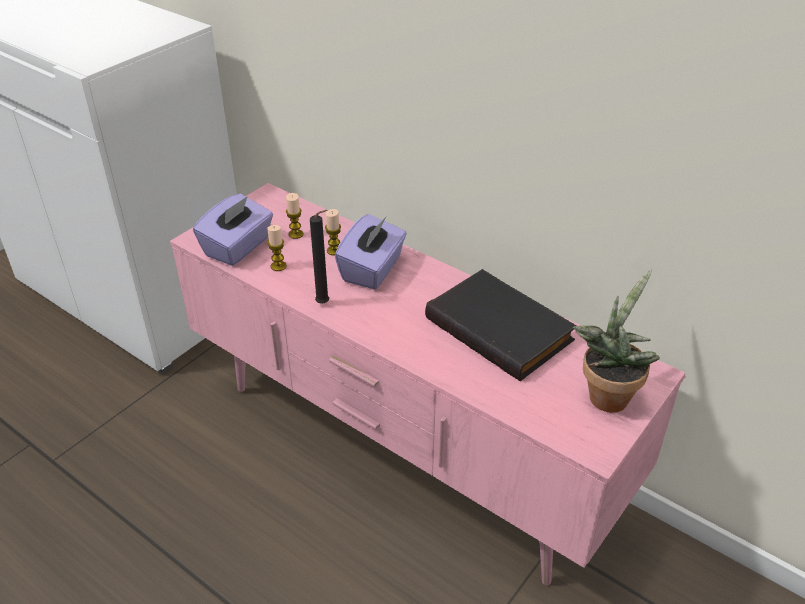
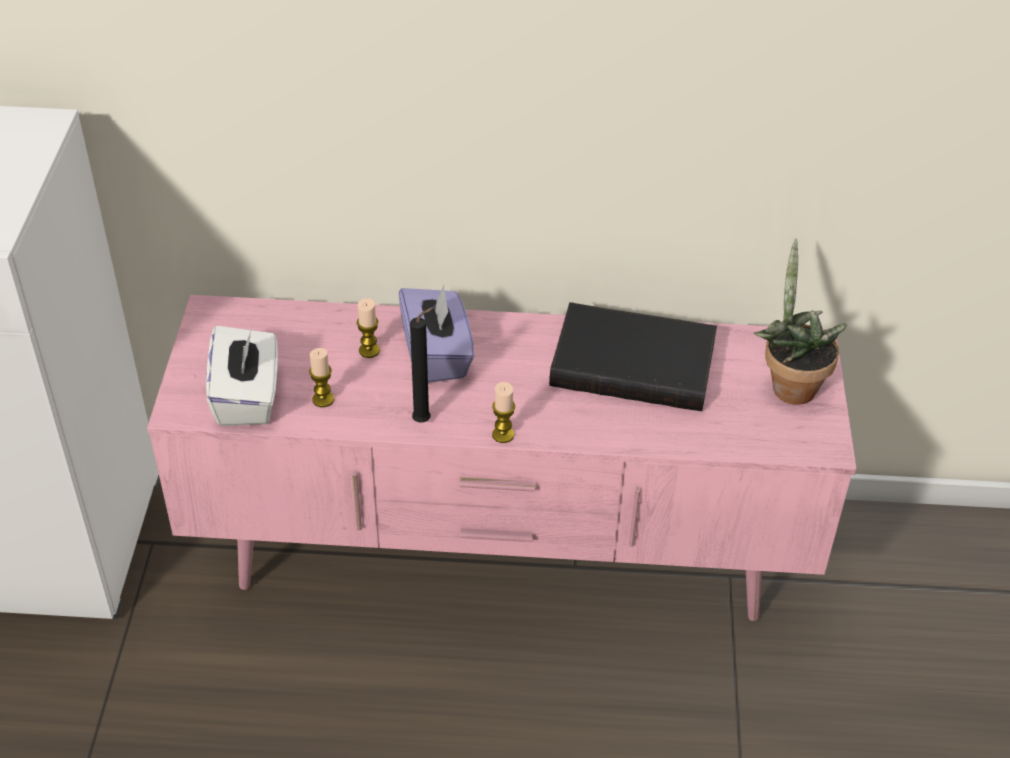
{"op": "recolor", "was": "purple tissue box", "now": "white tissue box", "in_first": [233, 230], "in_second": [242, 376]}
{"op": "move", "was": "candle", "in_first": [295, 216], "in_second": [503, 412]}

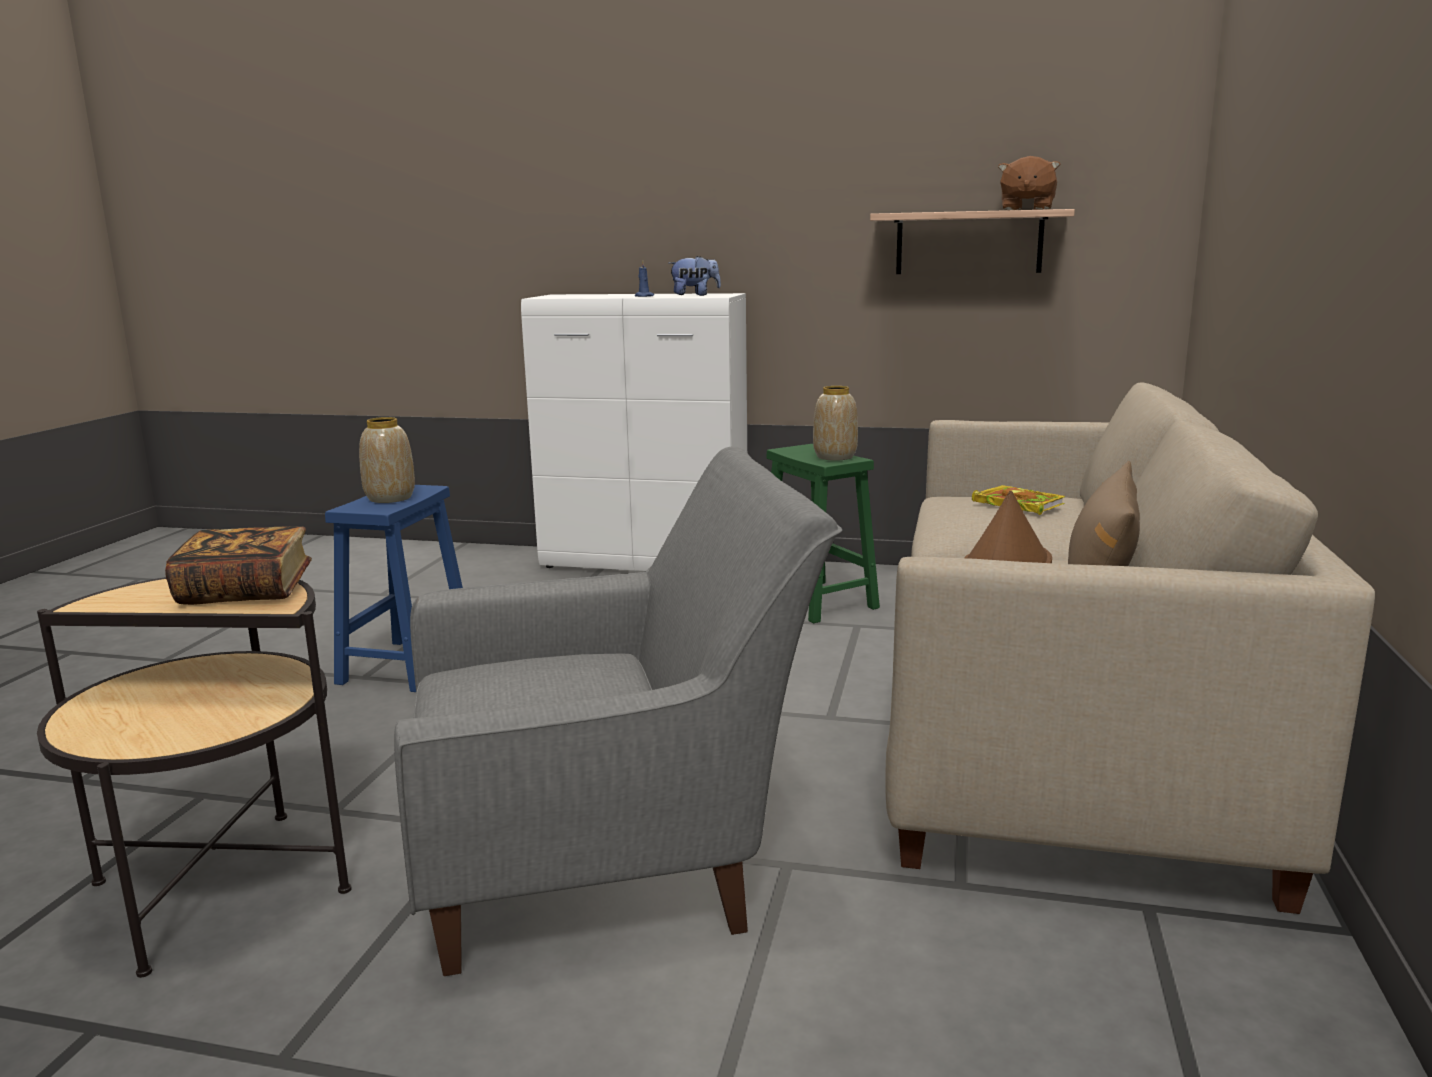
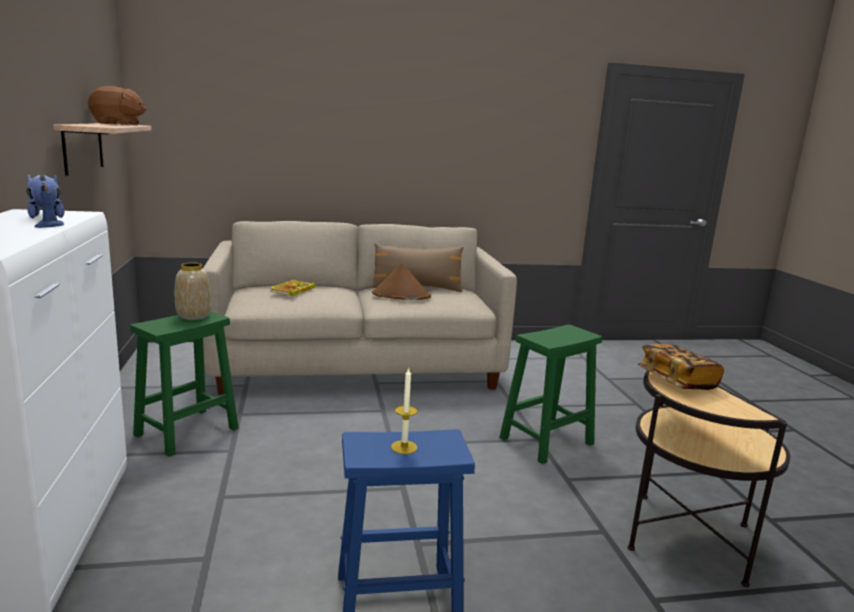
{"op": "replace", "was": "vase", "now": "candle", "in_first": [387, 460], "in_second": [404, 410]}
{"op": "replace", "was": "grey armchair", "now": "green stool", "in_first": [618, 711], "in_second": [550, 394]}

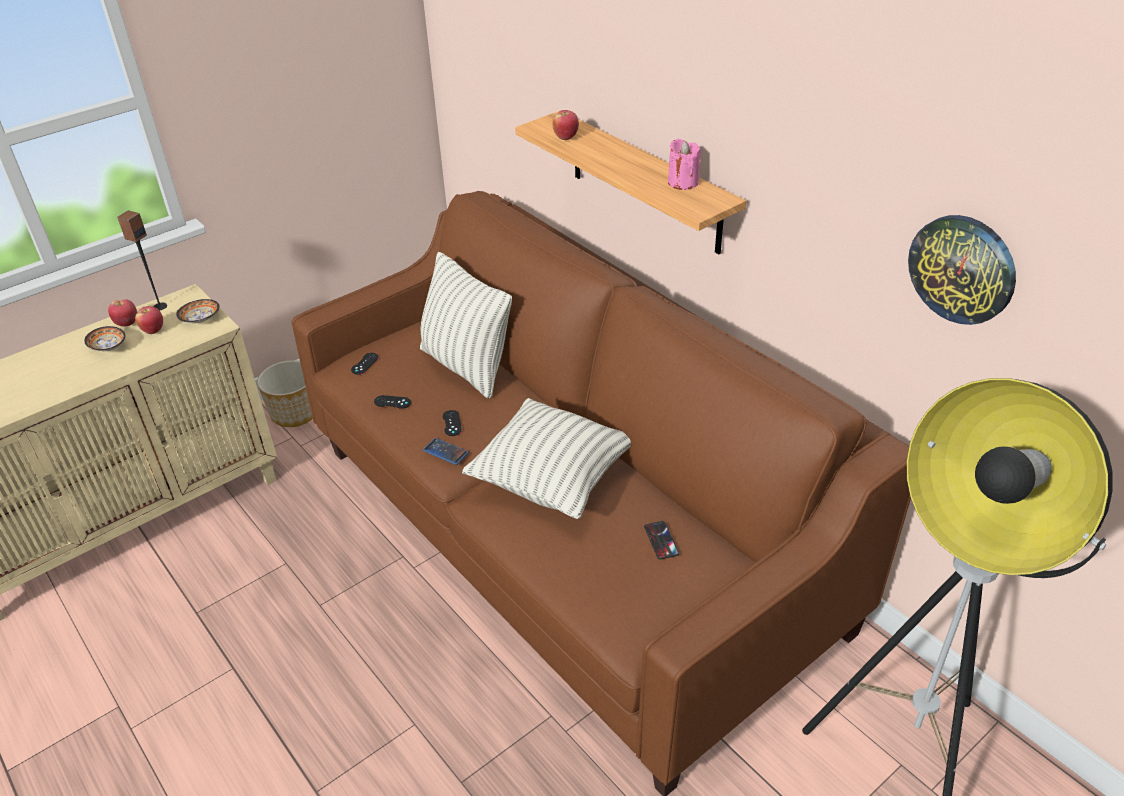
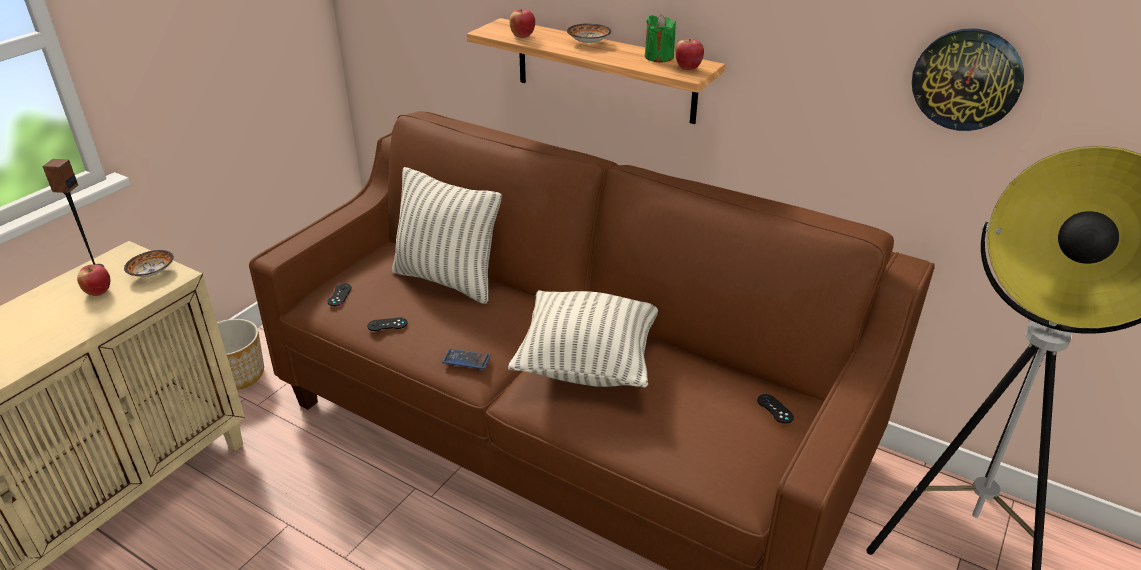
{"op": "move", "was": "bowl", "in_first": [104, 338], "in_second": [589, 33]}
{"op": "move", "was": "apple", "in_first": [122, 313], "in_second": [689, 54]}
{"op": "move", "was": "black game controller", "in_first": [452, 423], "in_second": [775, 409]}
{"op": "delete", "was": "phone", "in_first": [661, 540]}
{"op": "recolor", "was": "pink candle", "now": "green candle", "in_first": [684, 164], "in_second": [660, 38]}

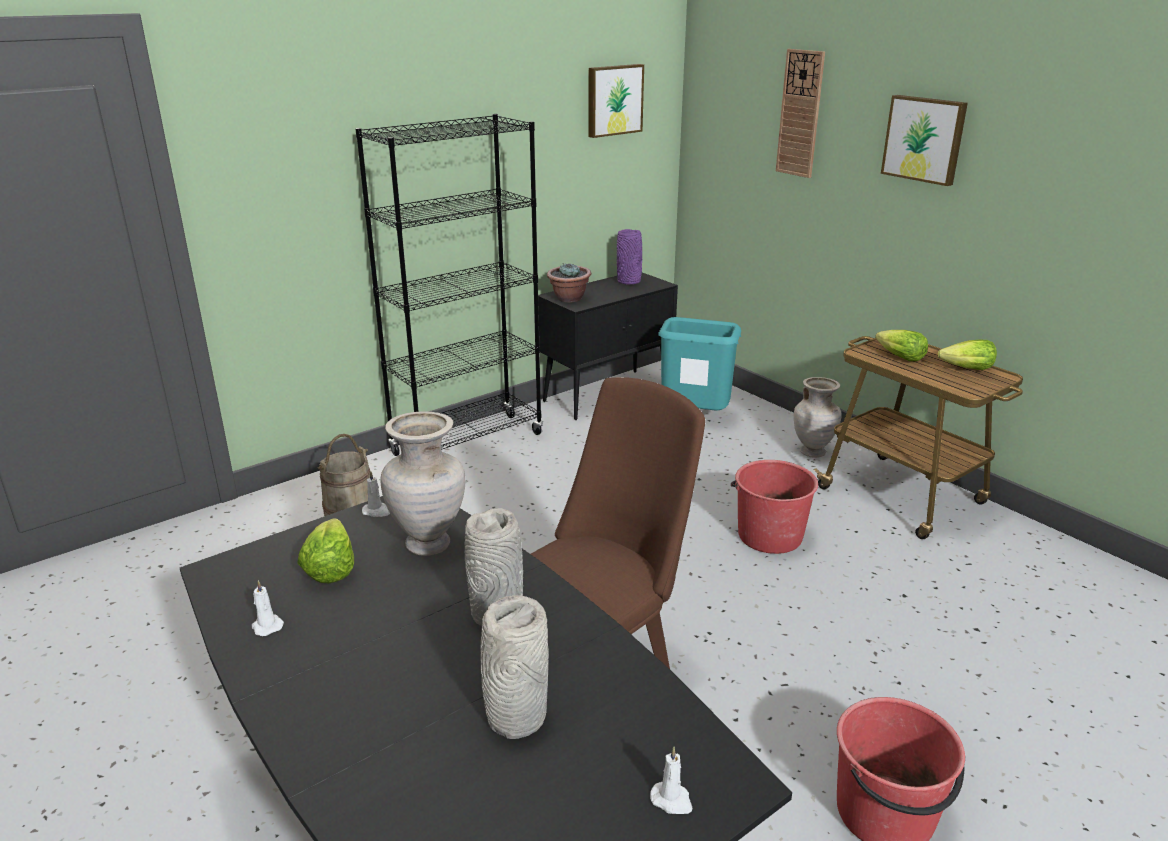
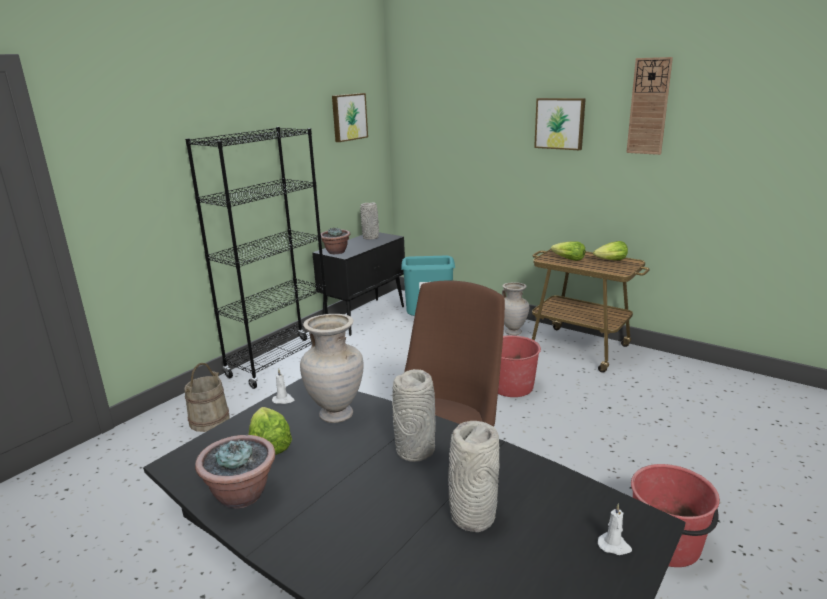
{"op": "replace", "was": "white candle", "now": "potted plant", "in_first": [268, 608], "in_second": [235, 472]}
{"op": "recolor", "was": "purple vase", "now": "grey vase", "in_first": [629, 257], "in_second": [369, 221]}
{"op": "move", "was": "wall clock", "in_first": [800, 113], "in_second": [649, 106]}

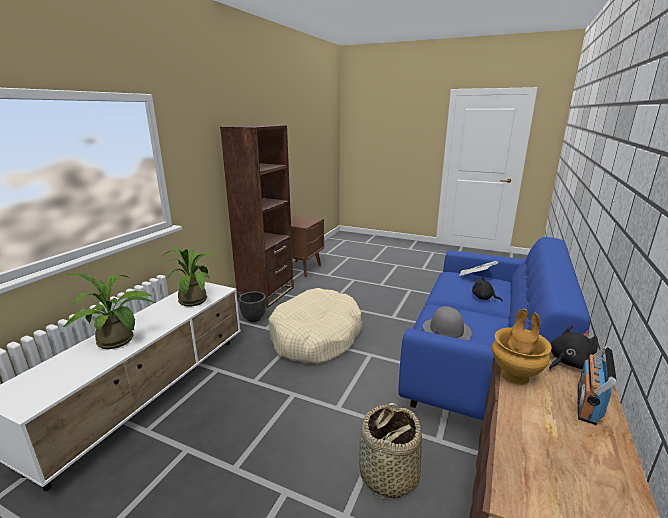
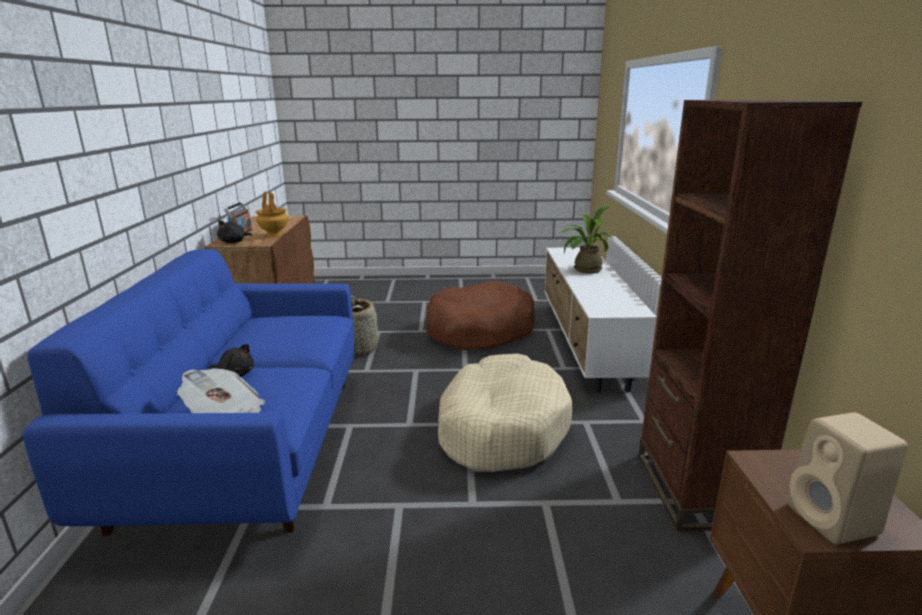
{"op": "delete", "was": "potted plant", "in_first": [190, 277]}
{"op": "delete", "was": "black planter", "in_first": [252, 306]}
{"op": "delete", "was": "grey hat", "in_first": [447, 323]}
{"op": "insert", "now": "brown dog bed", "in_second": [480, 315]}
{"op": "insert", "now": "beige speaker", "in_second": [847, 478]}

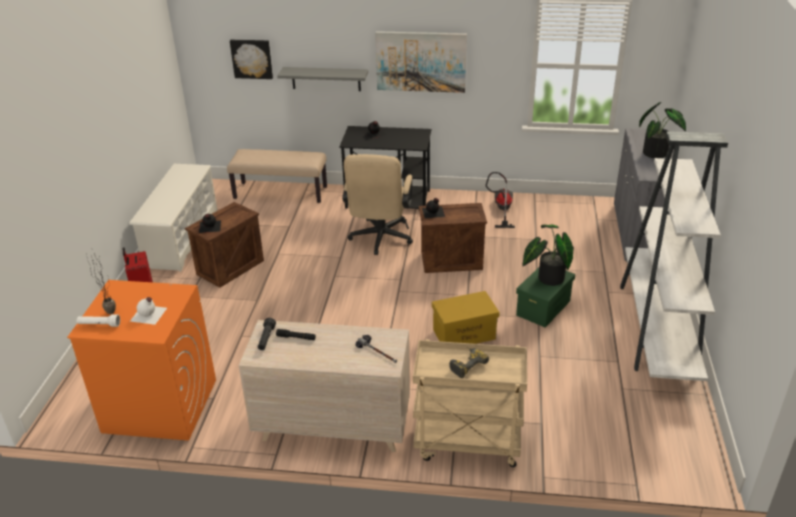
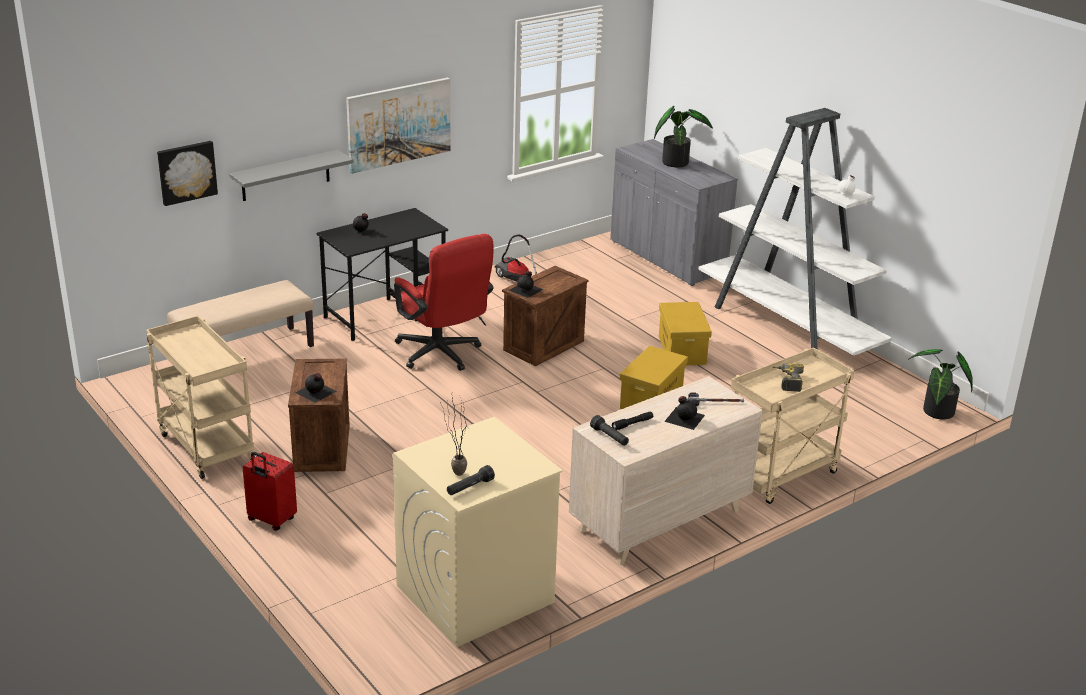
{"op": "recolor", "was": "orange washing machine", "now": "beige washing machine", "in_first": [141, 360], "in_second": [478, 532]}
{"op": "recolor", "was": "white flashlight", "now": "black flashlight", "in_first": [98, 320], "in_second": [471, 480]}
{"op": "replace", "was": "white shoe rack", "now": "beige cart", "in_first": [173, 218], "in_second": [200, 397]}
{"op": "move", "was": "white bottle", "in_first": [148, 311], "in_second": [846, 188]}
{"op": "recolor", "was": "beige office chair", "now": "red office chair", "in_first": [377, 204], "in_second": [444, 302]}
{"op": "recolor", "was": "green storage box", "now": "yellow storage box", "in_first": [545, 297], "in_second": [685, 333]}
{"op": "move", "was": "potted plant", "in_first": [548, 255], "in_second": [940, 384]}
{"op": "insert", "now": "black bottle", "in_second": [684, 413]}

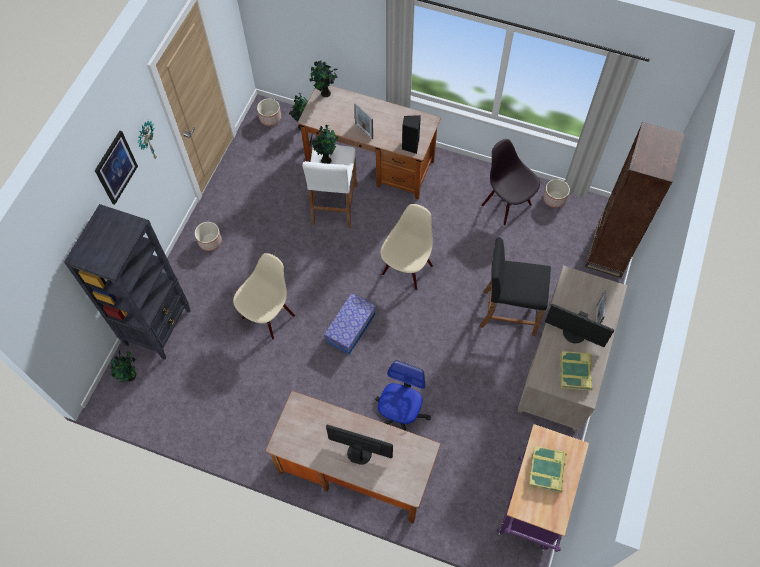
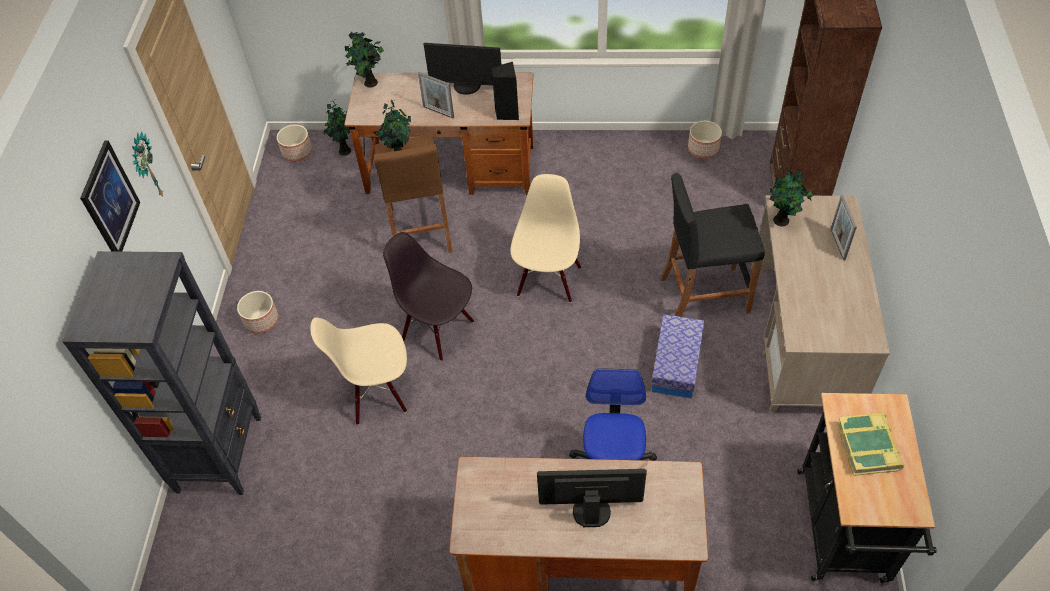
{"op": "move", "was": "potted plant", "in_first": [123, 367], "in_second": [791, 197]}
{"op": "rotate", "was": "beige chair", "in_first": [264, 296], "in_second": [358, 371], "clockwise": -120}
{"op": "recolor", "was": "white stool", "now": "brown stool", "in_first": [329, 186], "in_second": [413, 194]}
{"op": "move", "was": "storage box", "in_first": [350, 324], "in_second": [677, 356]}
{"op": "move", "was": "black chair", "in_first": [511, 182], "in_second": [428, 296]}
{"op": "recolor", "was": "purple cart", "now": "black cart", "in_first": [543, 488], "in_second": [867, 489]}
{"op": "move", "was": "monitor", "in_first": [579, 325], "in_second": [462, 69]}
{"op": "delete", "was": "book", "in_first": [576, 371]}

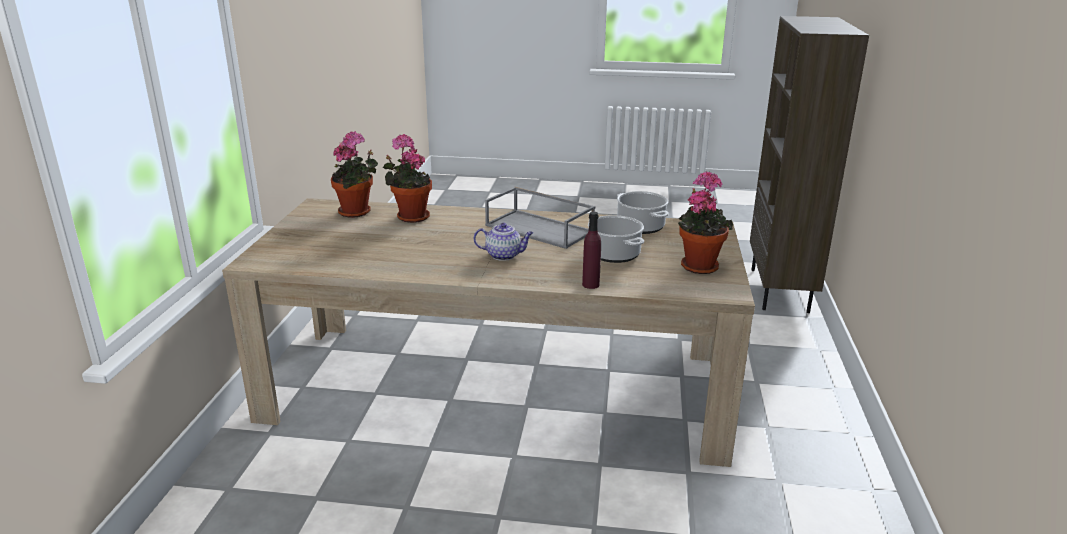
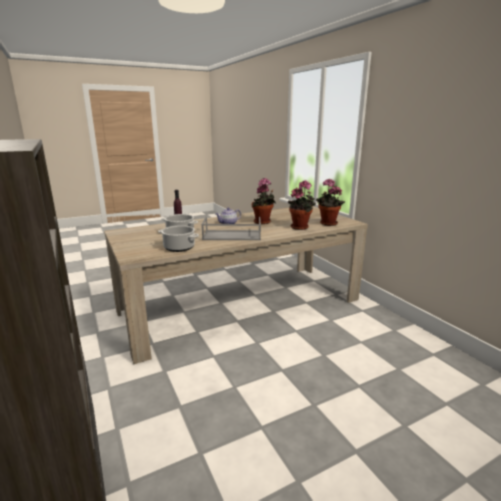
{"op": "move", "was": "potted plant", "in_first": [705, 222], "in_second": [264, 201]}

